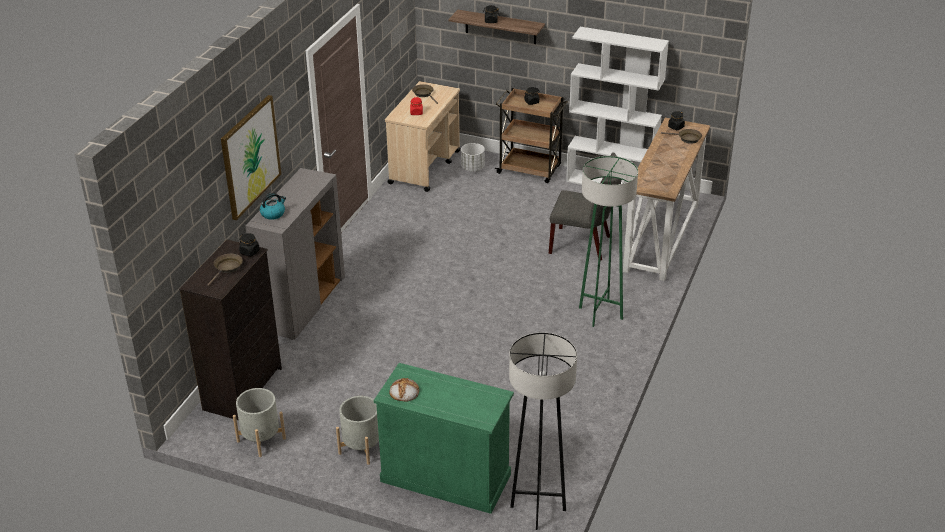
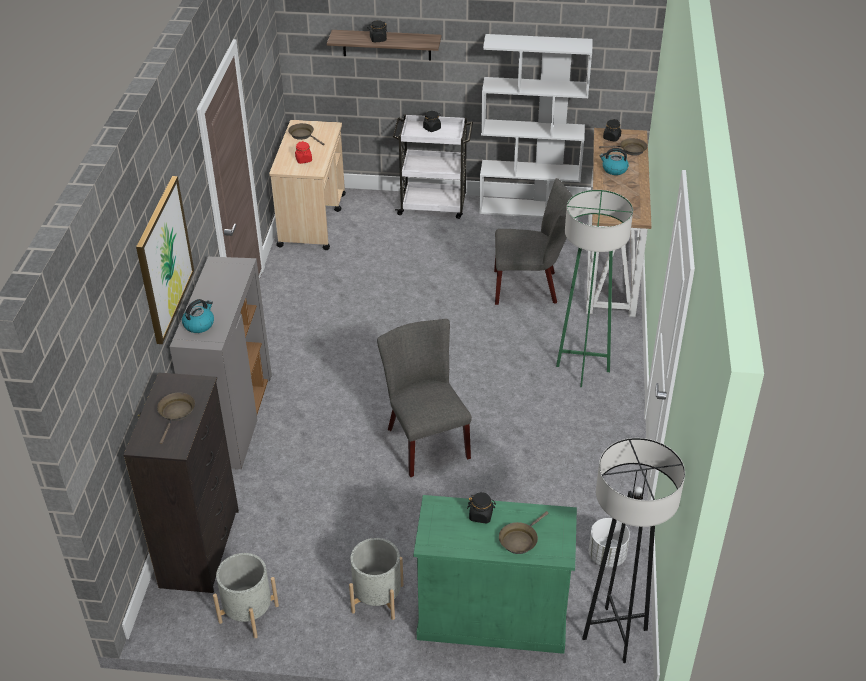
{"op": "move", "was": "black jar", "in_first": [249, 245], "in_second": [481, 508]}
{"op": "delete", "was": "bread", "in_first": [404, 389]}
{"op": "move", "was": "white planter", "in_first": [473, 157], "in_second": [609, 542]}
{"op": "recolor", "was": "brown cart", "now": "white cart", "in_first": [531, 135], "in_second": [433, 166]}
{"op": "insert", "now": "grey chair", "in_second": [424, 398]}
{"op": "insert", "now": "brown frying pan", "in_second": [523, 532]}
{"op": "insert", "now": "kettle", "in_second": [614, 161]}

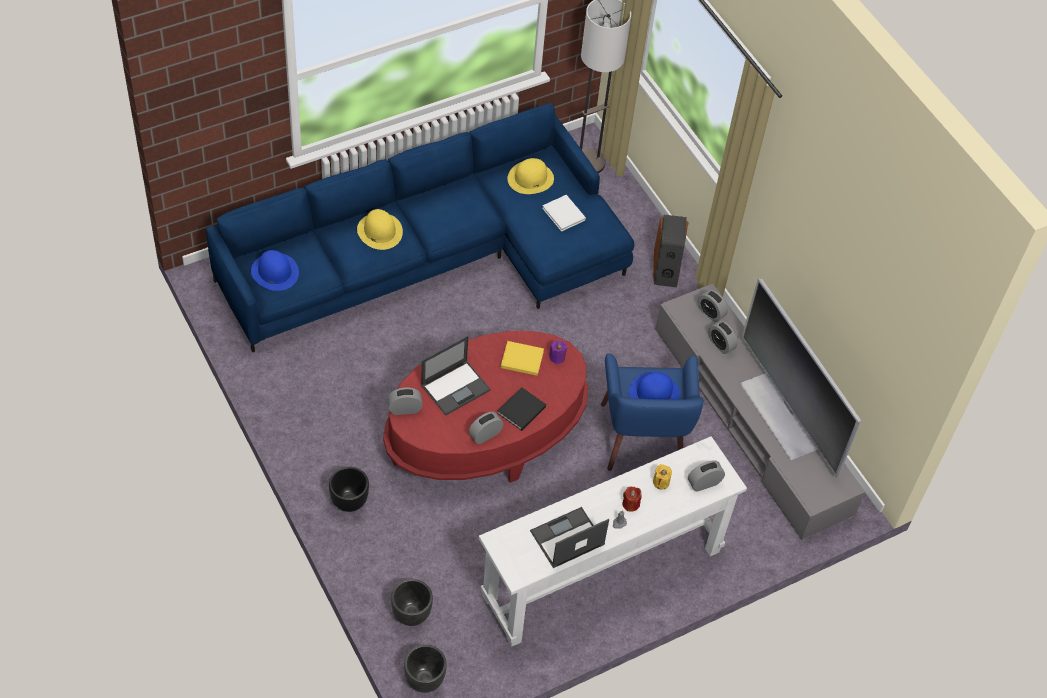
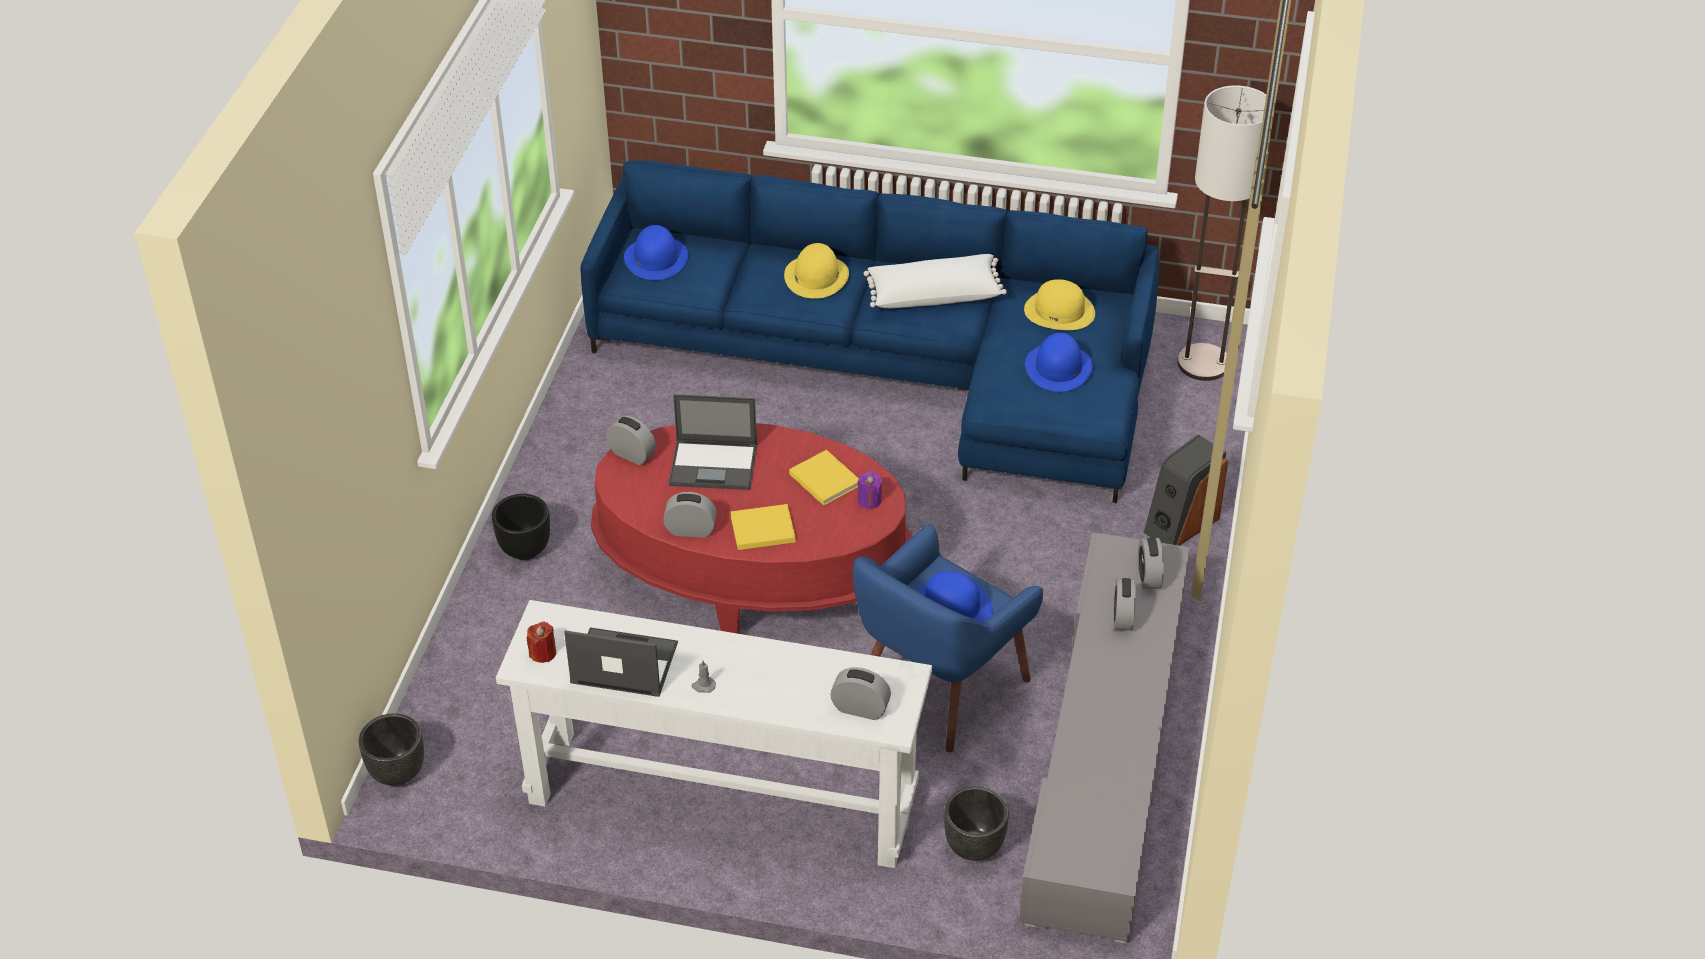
{"op": "move", "was": "black planter", "in_first": [412, 602], "in_second": [976, 823]}
{"op": "recolor", "was": "black book", "now": "yellow book", "in_first": [521, 409], "in_second": [763, 527]}
{"op": "replace", "was": "white book", "now": "blue hat", "in_first": [564, 213], "in_second": [1059, 362]}
{"op": "move", "was": "red candle", "in_first": [631, 499], "in_second": [541, 642]}
{"op": "delete", "was": "yellow candle", "in_first": [662, 477]}
{"op": "delete", "was": "television", "in_first": [800, 378]}
{"op": "insert", "now": "white pillow", "in_second": [935, 281]}

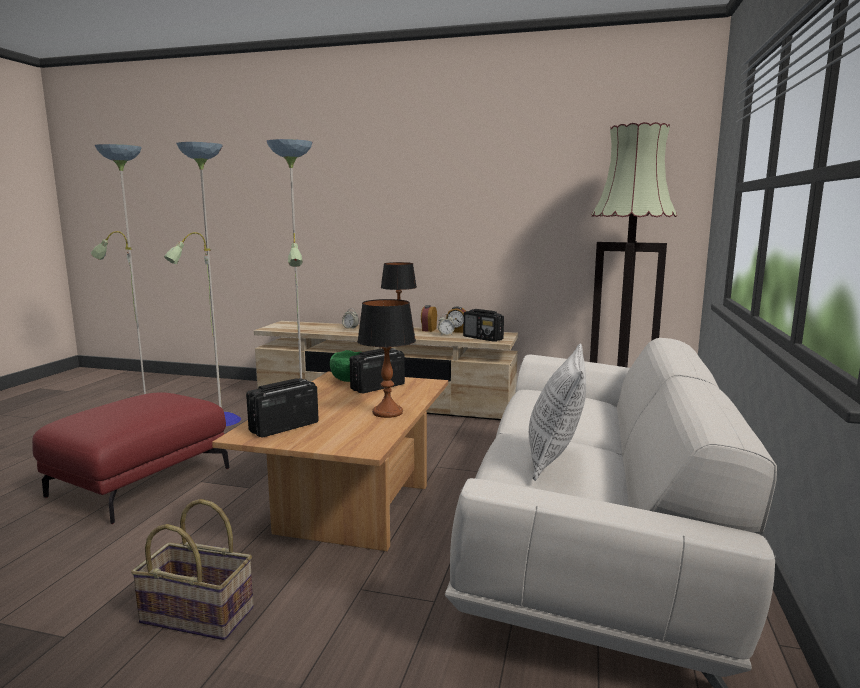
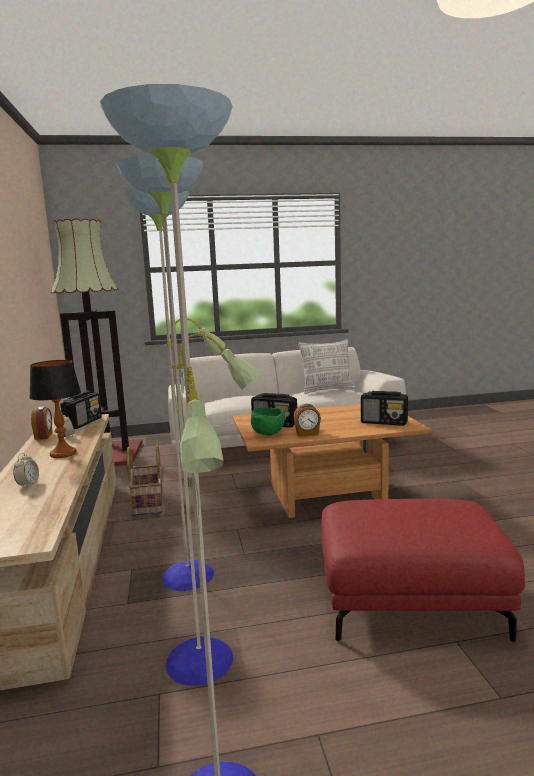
{"op": "move", "was": "basket", "in_first": [192, 569], "in_second": [145, 480]}
{"op": "delete", "was": "table lamp", "in_first": [386, 358]}
{"op": "move", "was": "alarm clock", "in_first": [429, 318], "in_second": [307, 420]}

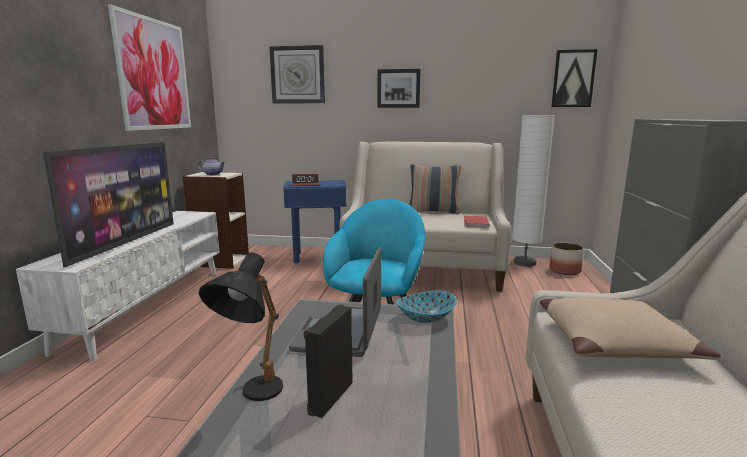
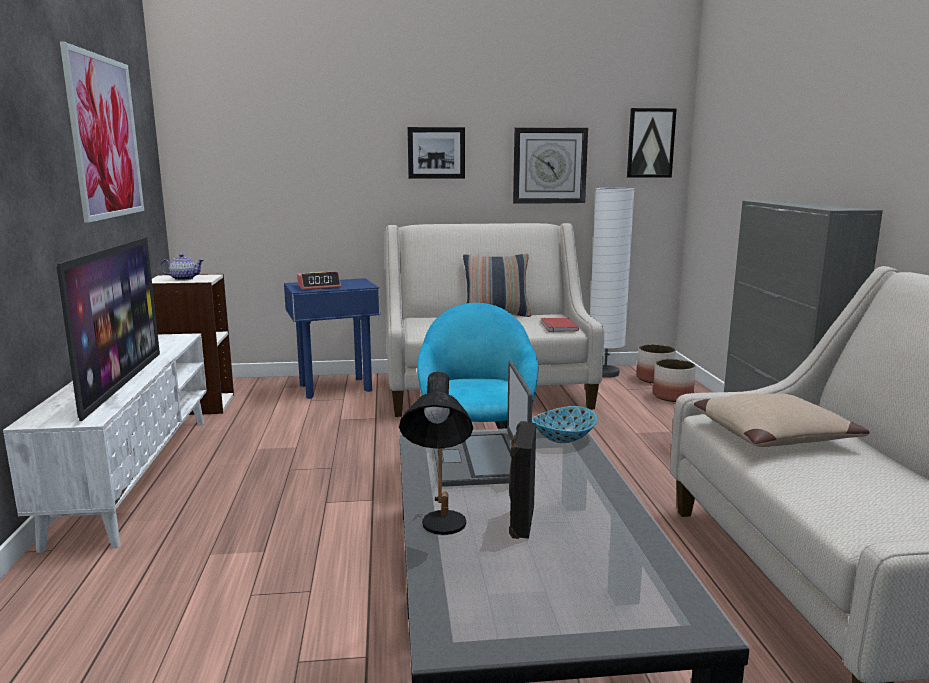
{"op": "move", "was": "wall clock", "in_first": [297, 74], "in_second": [550, 165]}
{"op": "insert", "now": "planter", "in_second": [674, 380]}

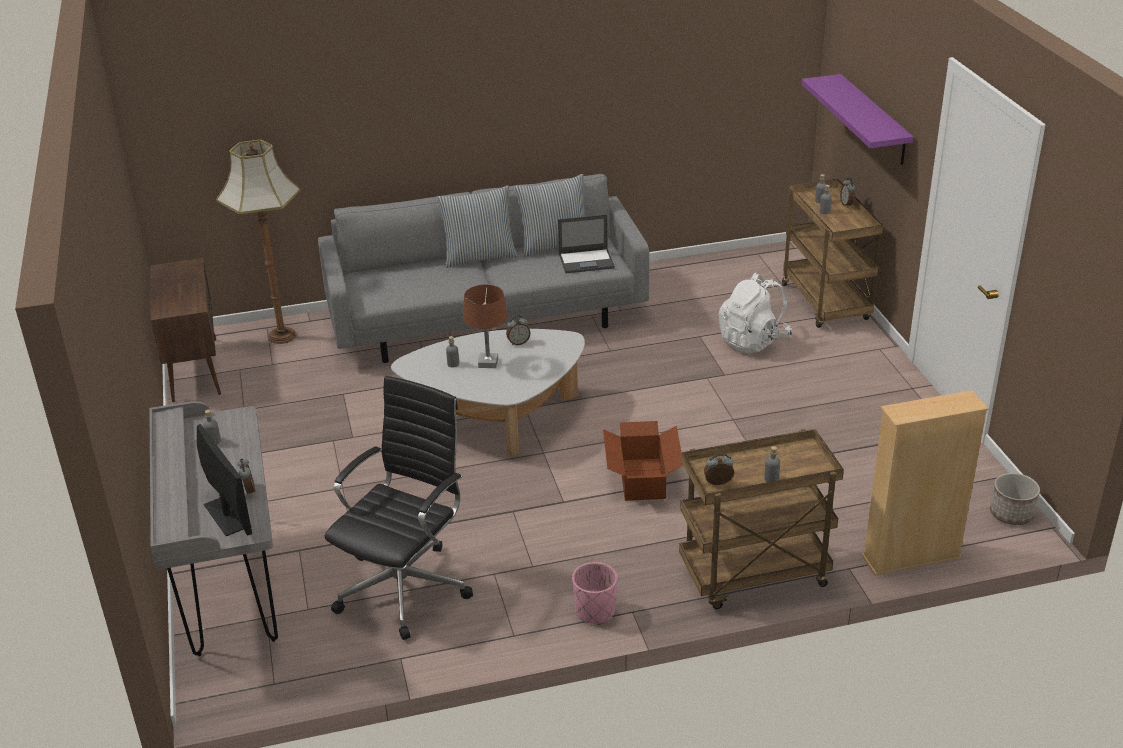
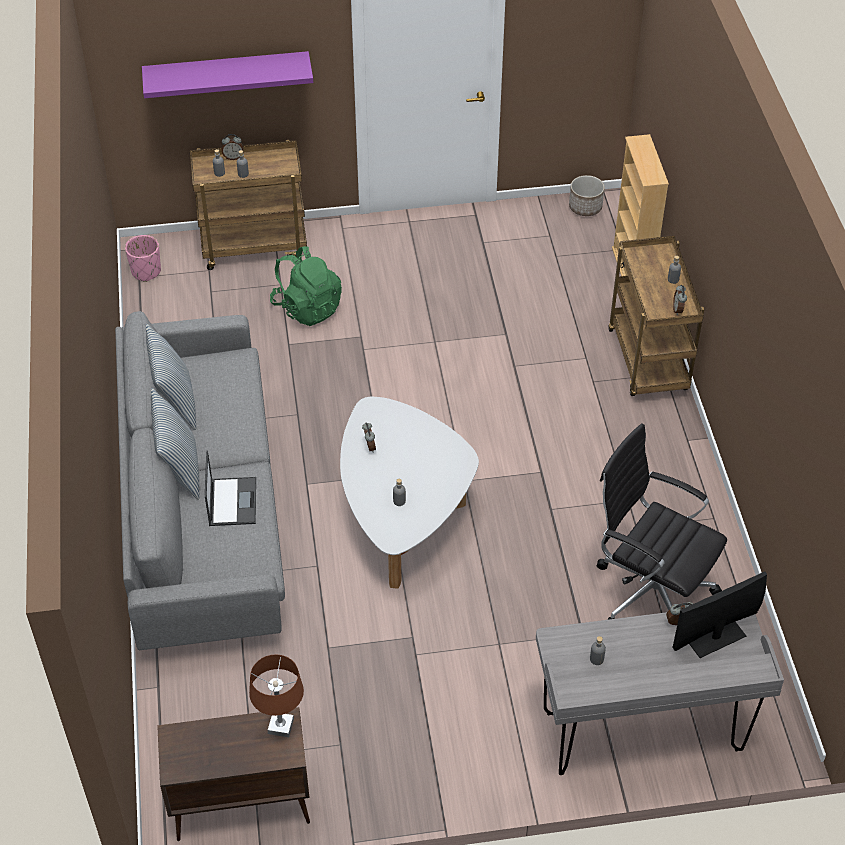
{"op": "delete", "was": "floor lamp", "in_first": [258, 242]}
{"op": "move", "was": "brown table lamp", "in_first": [485, 326], "in_second": [276, 695]}
{"op": "move", "was": "laptop", "in_first": [586, 244], "in_second": [230, 488]}
{"op": "move", "was": "pink planter", "in_first": [594, 593], "in_second": [143, 258]}
{"op": "delete", "was": "cardboard box", "in_first": [643, 461]}
{"op": "recolor", "was": "white backpack", "now": "green backpack", "in_first": [755, 313], "in_second": [306, 286]}

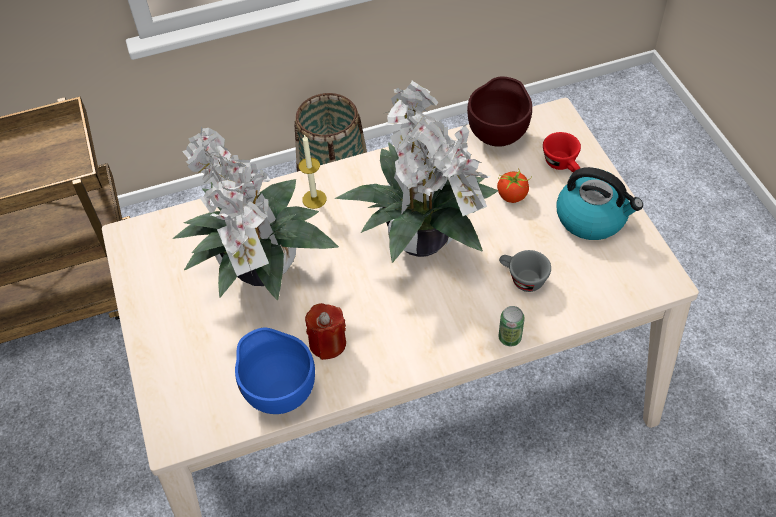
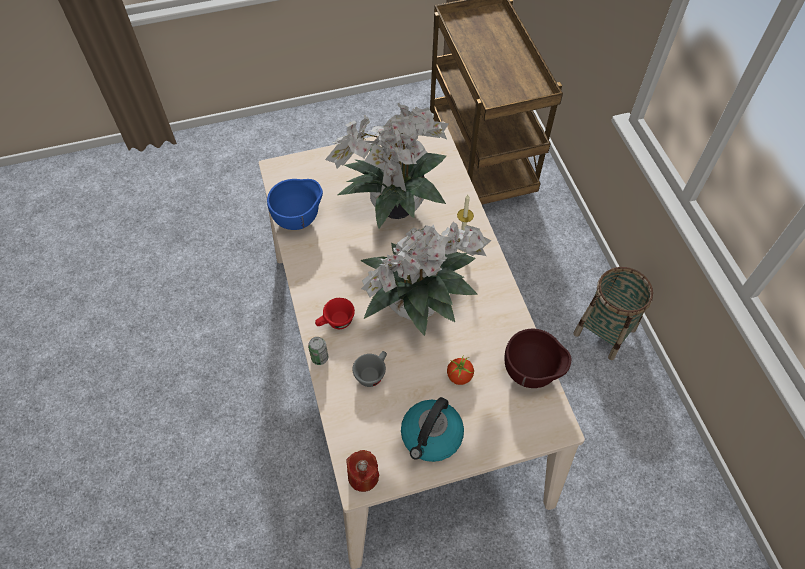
{"op": "move", "was": "red candle", "in_first": [325, 331], "in_second": [362, 471]}
{"op": "move", "was": "red cup", "in_first": [562, 152], "in_second": [335, 313]}

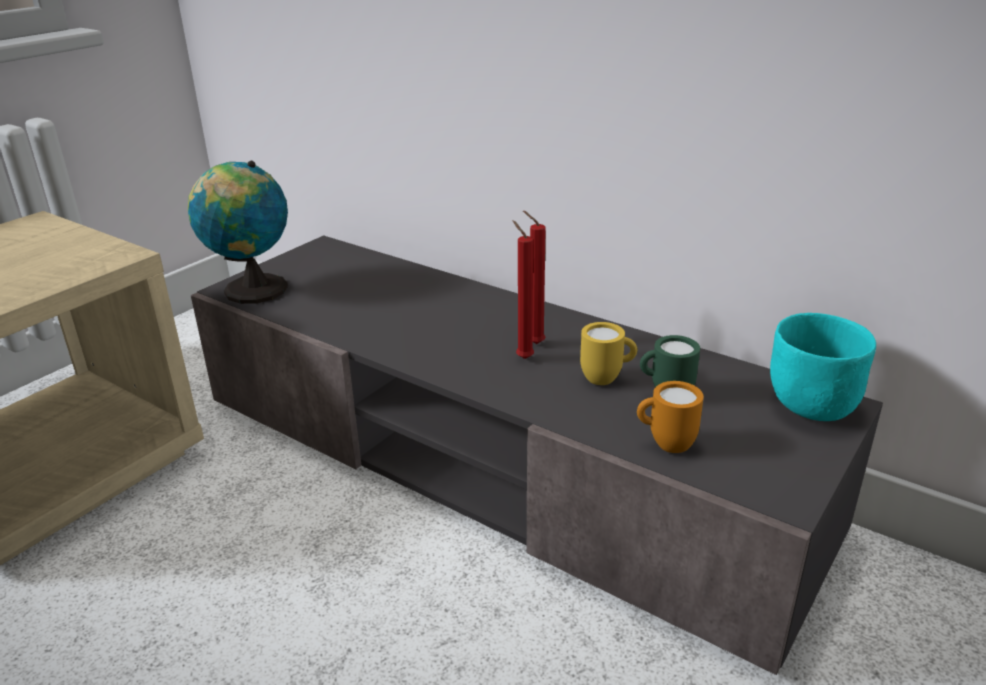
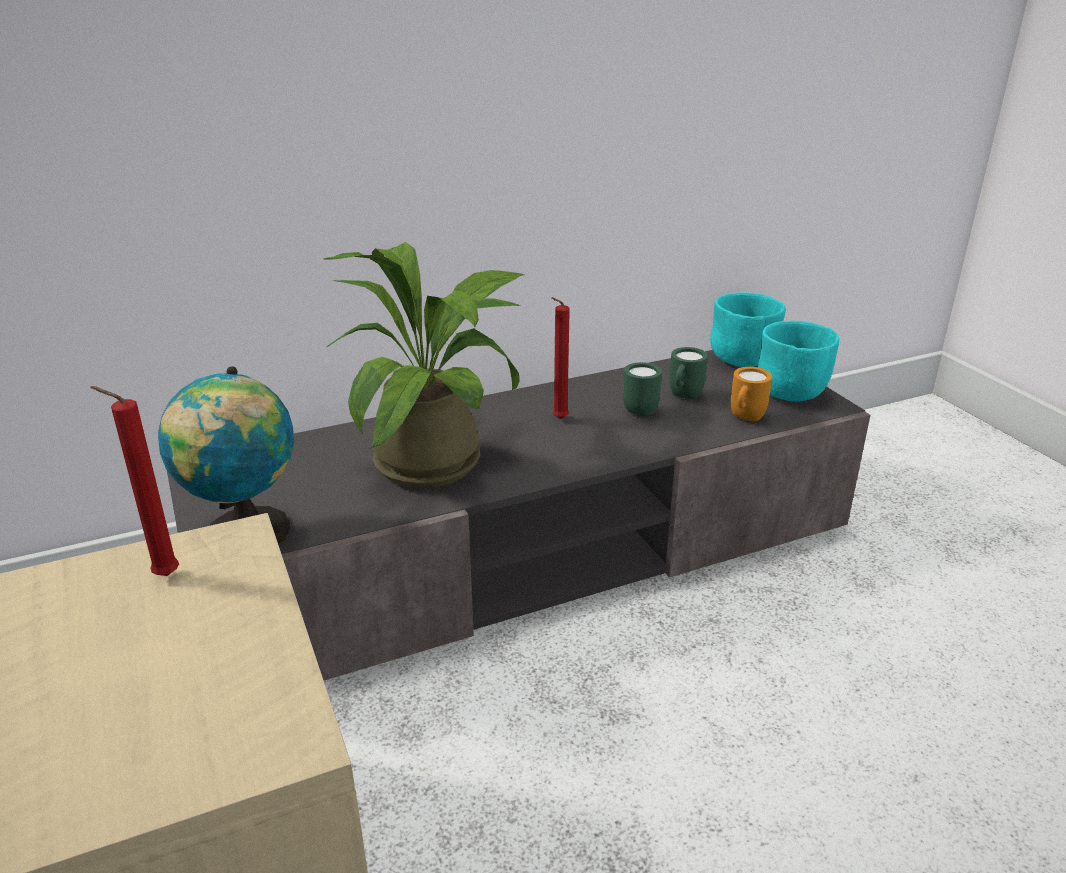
{"op": "move", "was": "red candle", "in_first": [523, 289], "in_second": [135, 481]}
{"op": "recolor", "was": "yellow mug", "now": "green mug", "in_first": [608, 353], "in_second": [642, 389]}
{"op": "insert", "now": "potted plant", "in_second": [424, 365]}
{"op": "insert", "now": "turquoise bowl", "in_second": [798, 361]}

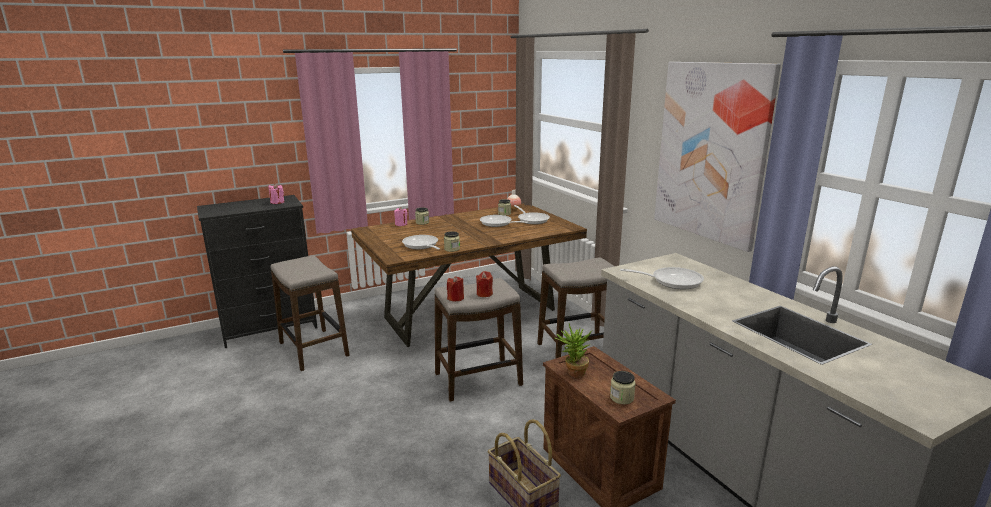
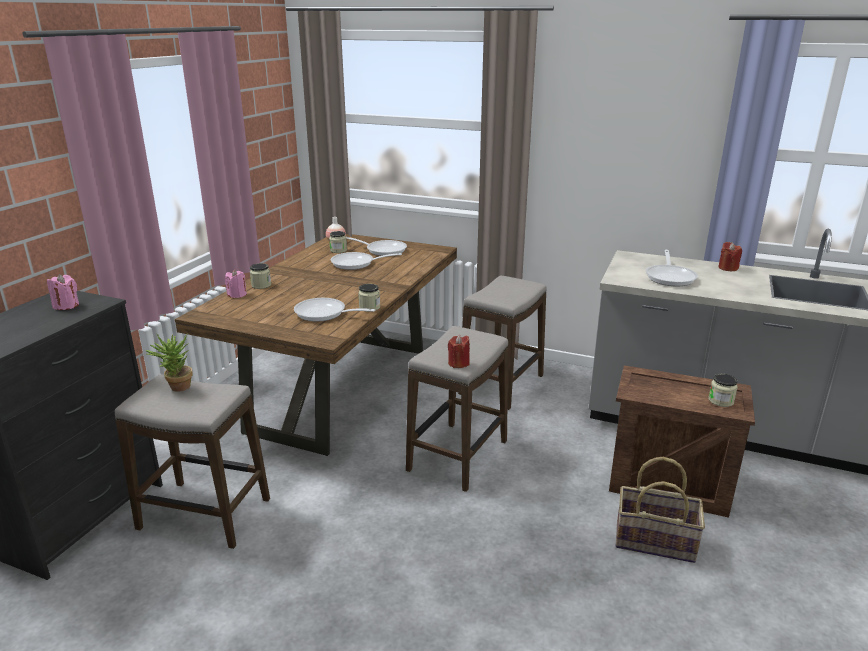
{"op": "move", "was": "red candle", "in_first": [484, 284], "in_second": [730, 256]}
{"op": "move", "was": "potted plant", "in_first": [573, 350], "in_second": [168, 363]}
{"op": "rotate", "was": "frying pan", "in_first": [662, 278], "in_second": [672, 268], "clockwise": 135}
{"op": "delete", "was": "picture", "in_first": [717, 157]}

